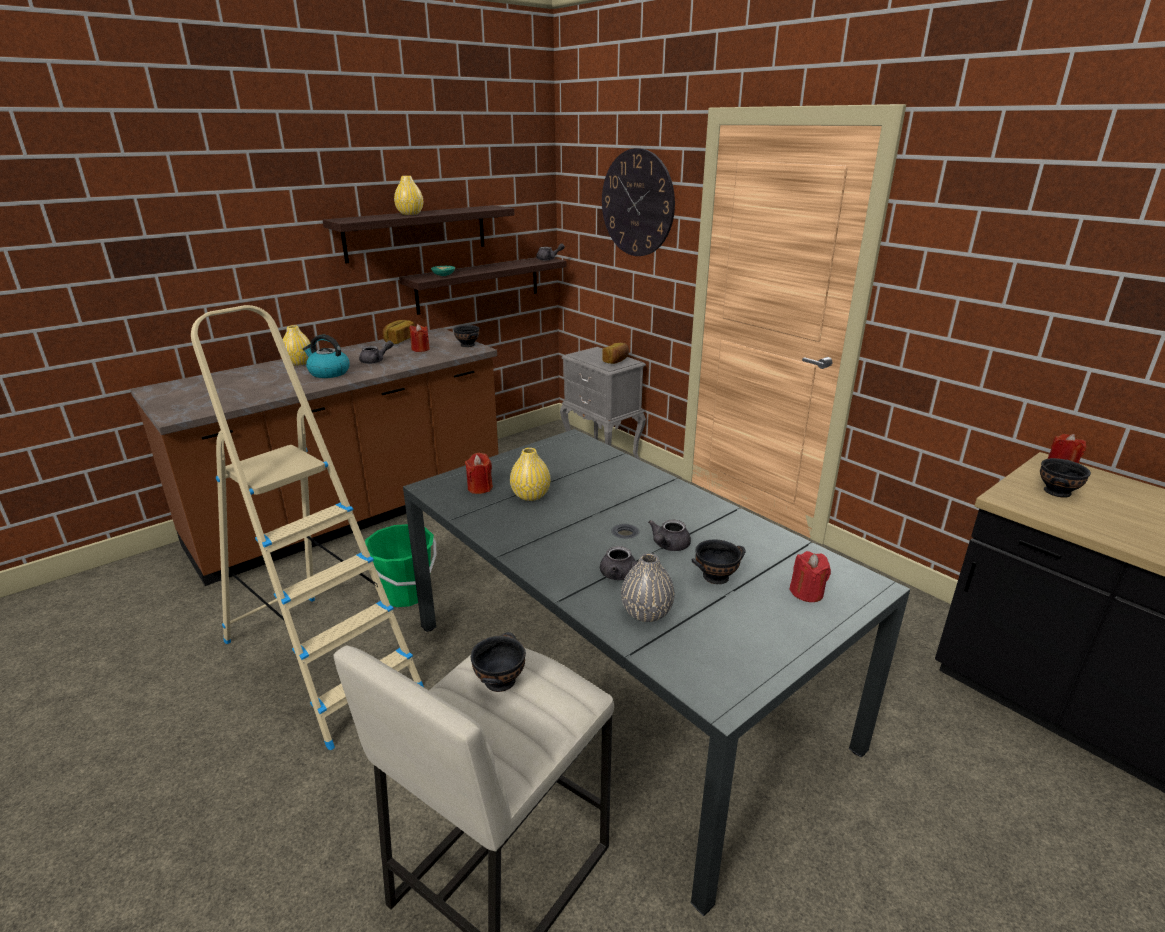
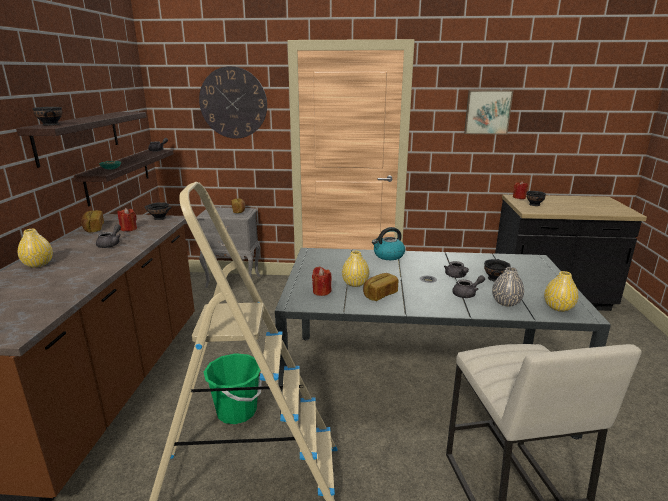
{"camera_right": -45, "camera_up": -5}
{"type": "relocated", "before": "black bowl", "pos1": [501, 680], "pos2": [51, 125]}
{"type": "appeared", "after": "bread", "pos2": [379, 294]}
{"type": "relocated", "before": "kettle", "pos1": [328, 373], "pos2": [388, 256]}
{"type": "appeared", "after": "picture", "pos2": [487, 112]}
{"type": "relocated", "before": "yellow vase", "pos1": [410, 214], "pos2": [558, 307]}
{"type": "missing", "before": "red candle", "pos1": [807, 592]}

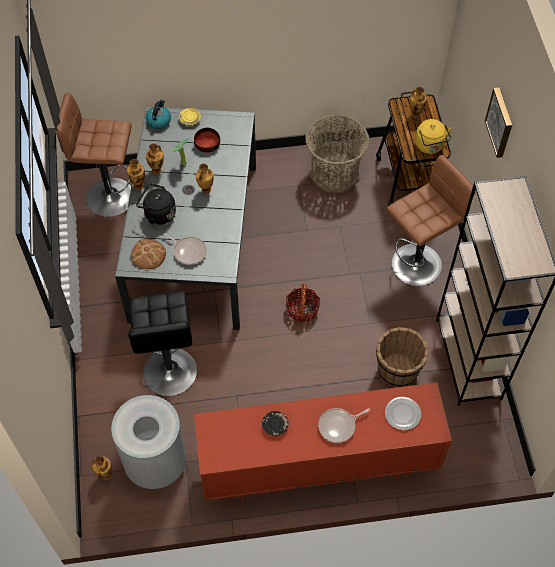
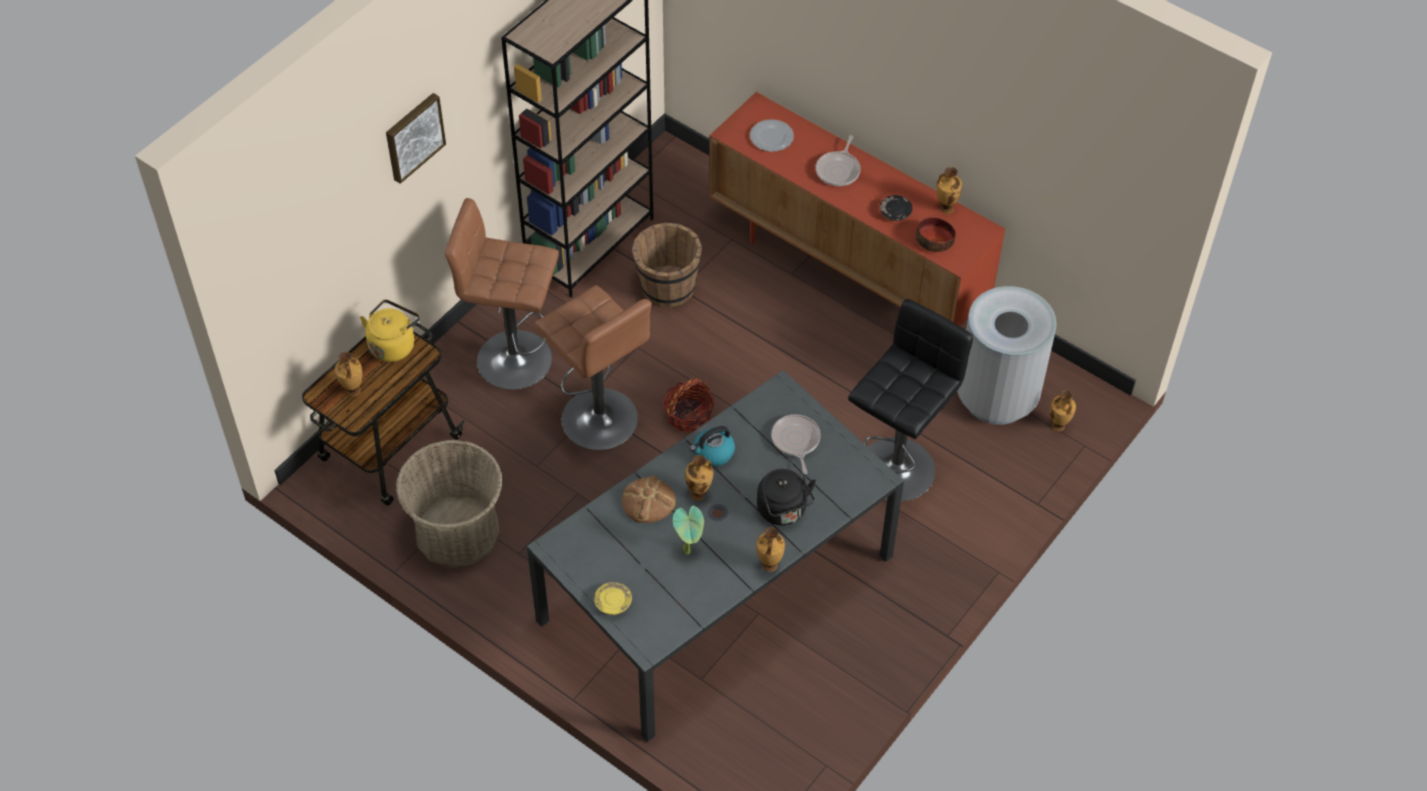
{"camera_right": -135, "camera_up": -5}
{"type": "relocated", "before": "brown stool", "pos1": [109, 196], "pos2": [599, 420]}
{"type": "relocated", "before": "bread", "pos1": [148, 254], "pos2": [648, 501]}
{"type": "relocated", "before": "kettle", "pos1": [159, 120], "pos2": [713, 453]}
{"type": "spun", "before": "frying pan", "pos1": [339, 426], "pos2": [839, 170], "turn": 90}
{"type": "relocated", "before": "bowl", "pos1": [207, 144], "pos2": [935, 241]}
{"type": "relocated", "before": "vase", "pos1": [157, 170], "pos2": [945, 208]}

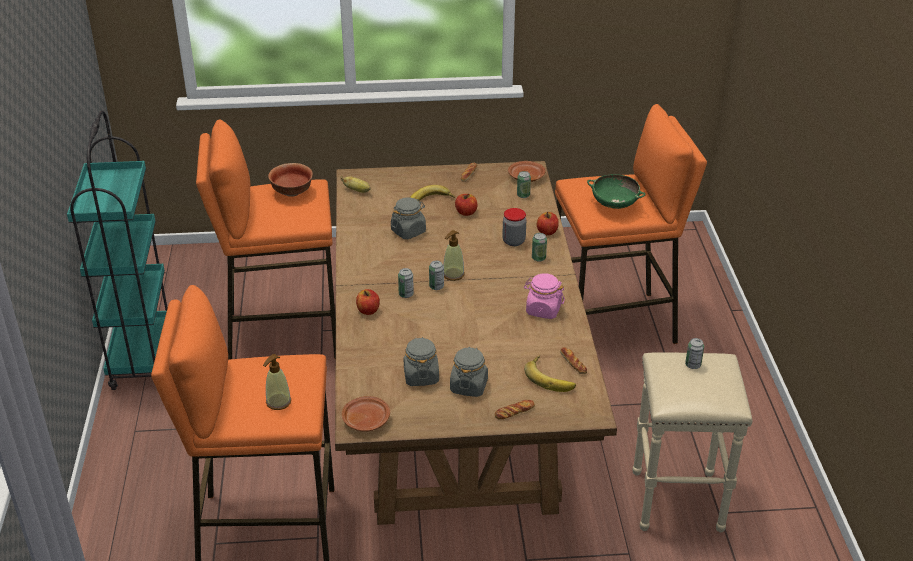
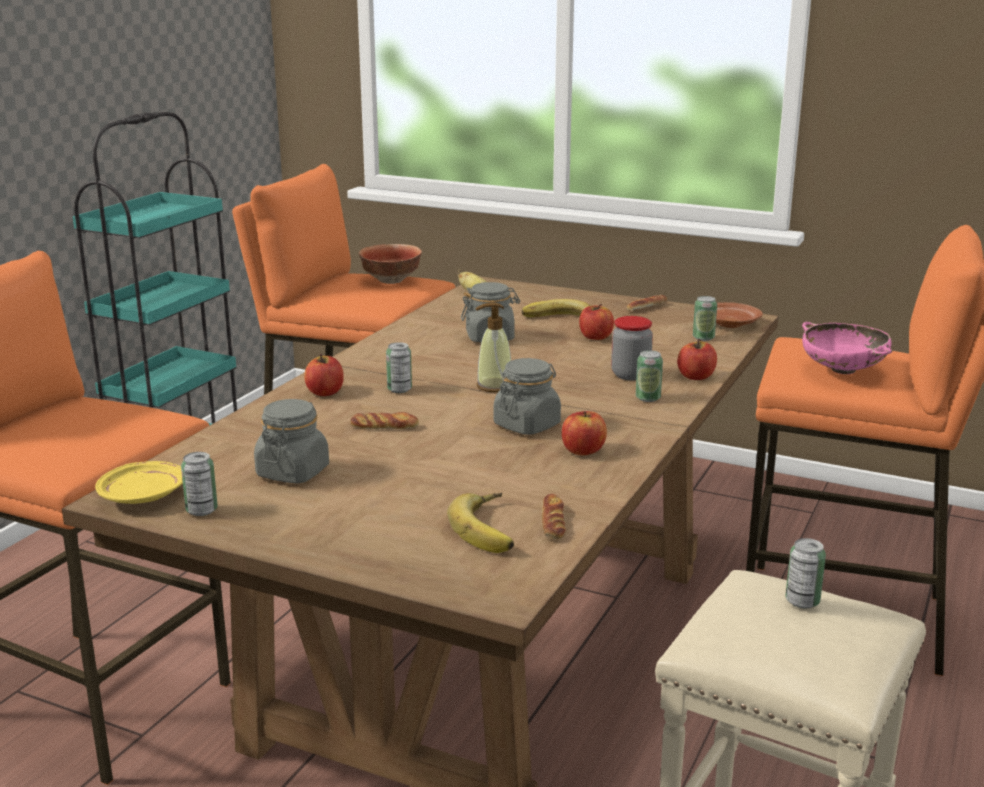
{"camera_right": 30, "camera_up": -15}
{"type": "colour", "before": "brown plate", "after": "yellow plate", "pos1": [366, 420], "pos2": [143, 496]}
{"type": "relocated", "before": "can", "pos1": [436, 286], "pos2": [202, 510]}
{"type": "relocated", "before": "bread", "pos1": [514, 412], "pos2": [384, 426]}
{"type": "relocated", "before": "grey jar", "pos1": [468, 386], "pos2": [527, 425]}
{"type": "exchanged", "before": "pink jar", "after": "apple", "pos1": [543, 310], "pos2": [583, 451]}
{"type": "colour", "before": "green bowl", "after": "pink bowl", "pos1": [614, 204], "pos2": [842, 370]}
{"type": "missing", "before": "soap dispenser", "pos1": [278, 402]}

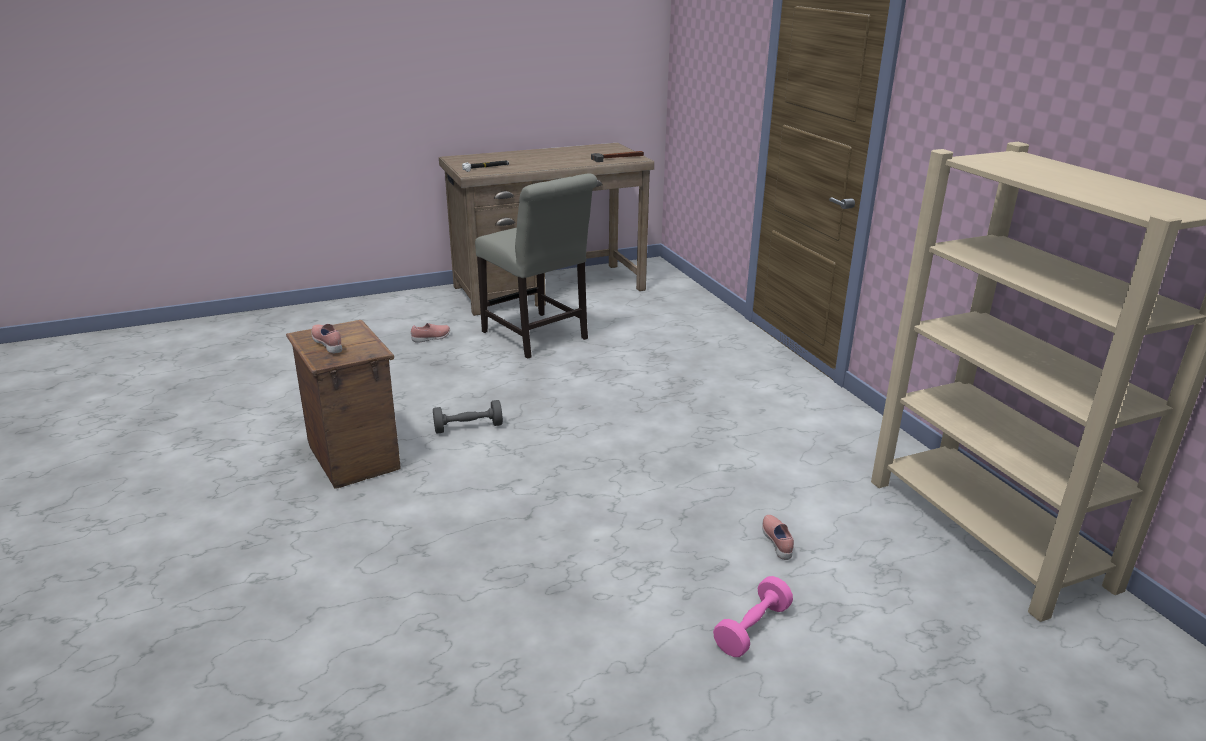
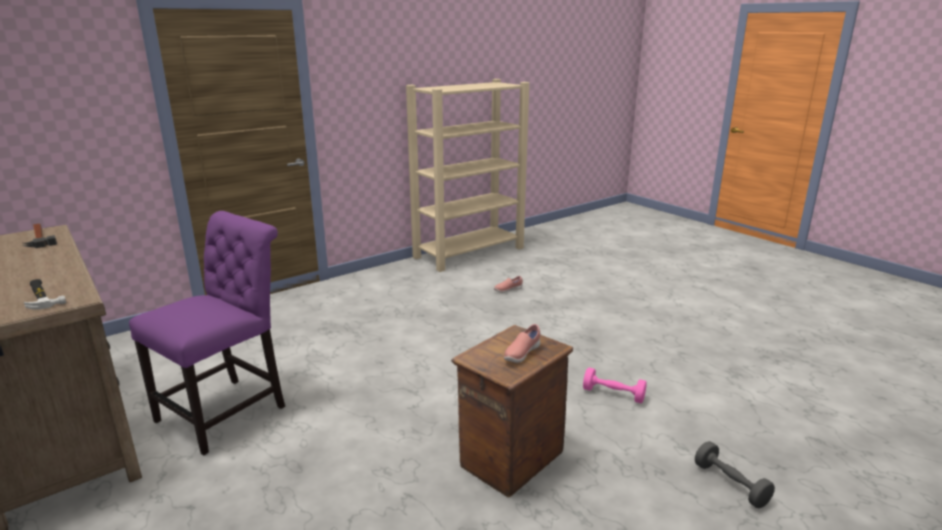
{"camera_right": -105, "camera_up": -5}
{"type": "colour", "before": "grey chair", "after": "purple chair", "pos1": [538, 338], "pos2": [229, 411]}
{"type": "relocated", "before": "pink dumbbell", "pos1": [752, 629], "pos2": [613, 394]}
{"type": "relocated", "before": "grey dumbbell", "pos1": [468, 427], "pos2": [730, 484]}
{"type": "missing", "before": "pink shoe", "pos1": [431, 338]}

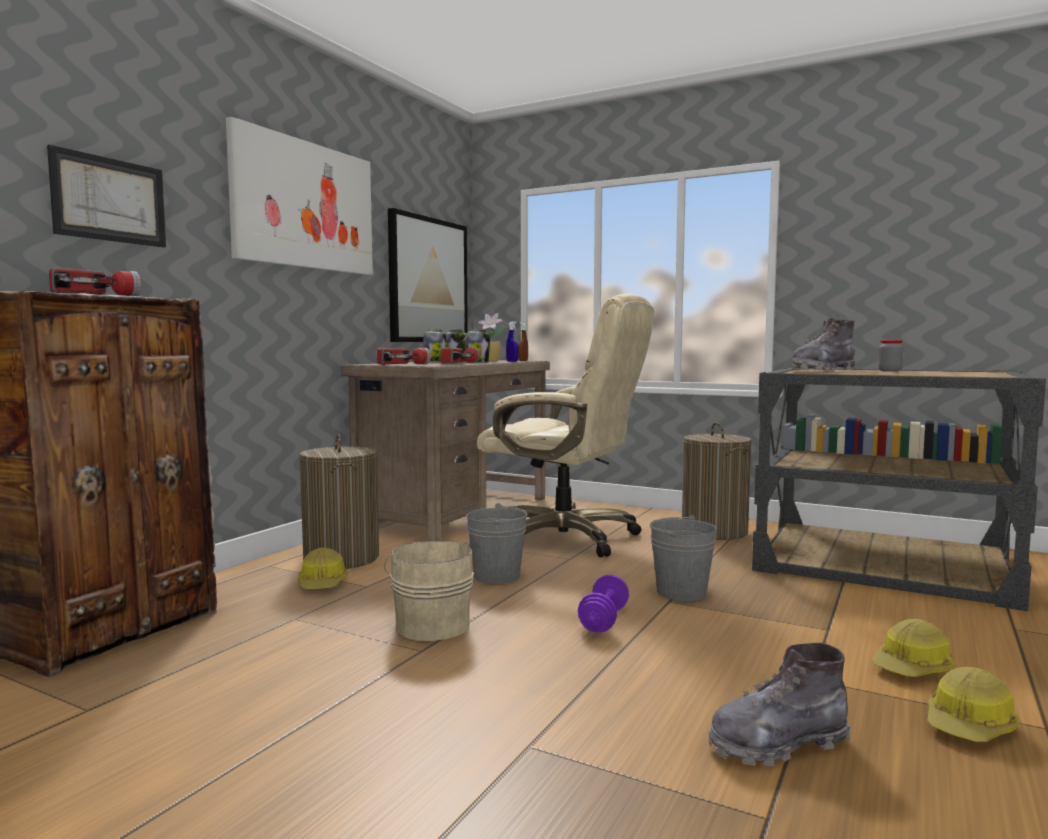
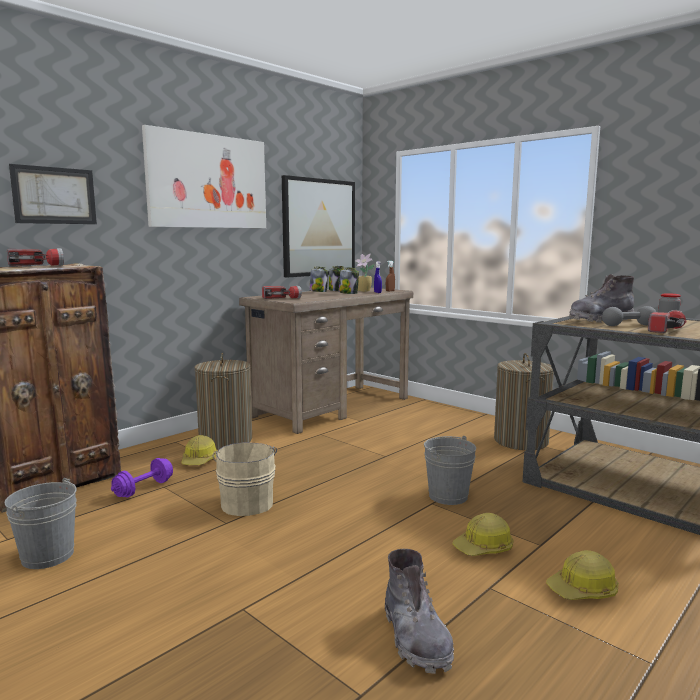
{"camera_right": 15, "camera_up": 5}
{"type": "relocated", "before": "grey bucket", "pos1": [497, 576], "pos2": [47, 556]}
{"type": "relocated", "before": "purple dumbbell", "pos1": [603, 620], "pos2": [144, 489]}
{"type": "spun", "before": "grey boot", "pos1": [777, 744], "pos2": [416, 638], "turn": -105}
{"type": "relocated", "before": "hard hat", "pos1": [970, 725], "pos2": [484, 547]}
{"type": "appeared", "after": "grey dumbbell", "pos2": [628, 325]}
{"type": "relocated", "before": "flashlight", "pos1": [460, 363], "pos2": [667, 330]}
{"type": "missing", "before": "beige office chair", "pos1": [563, 537]}

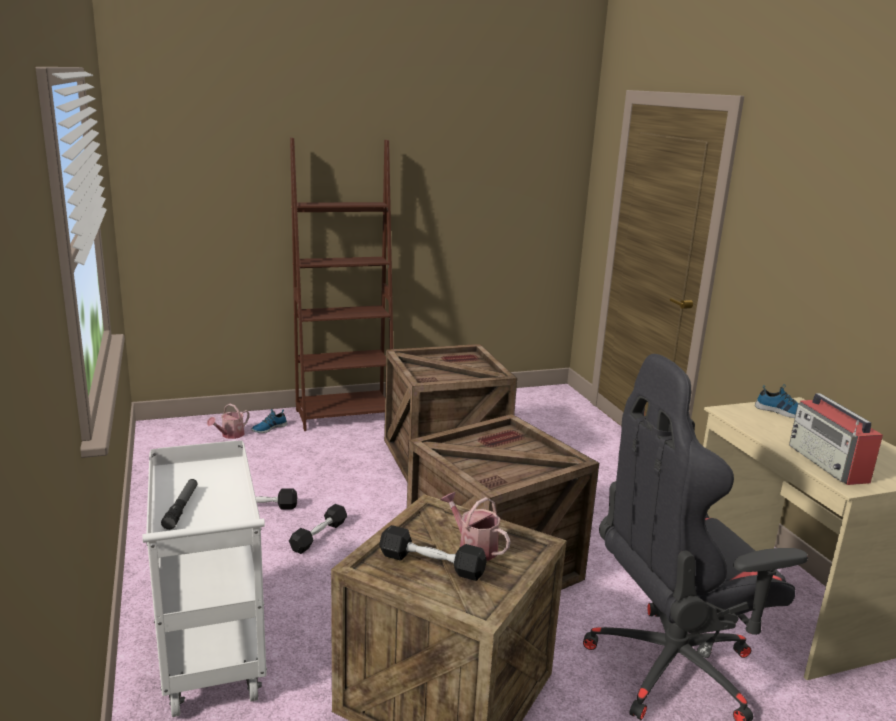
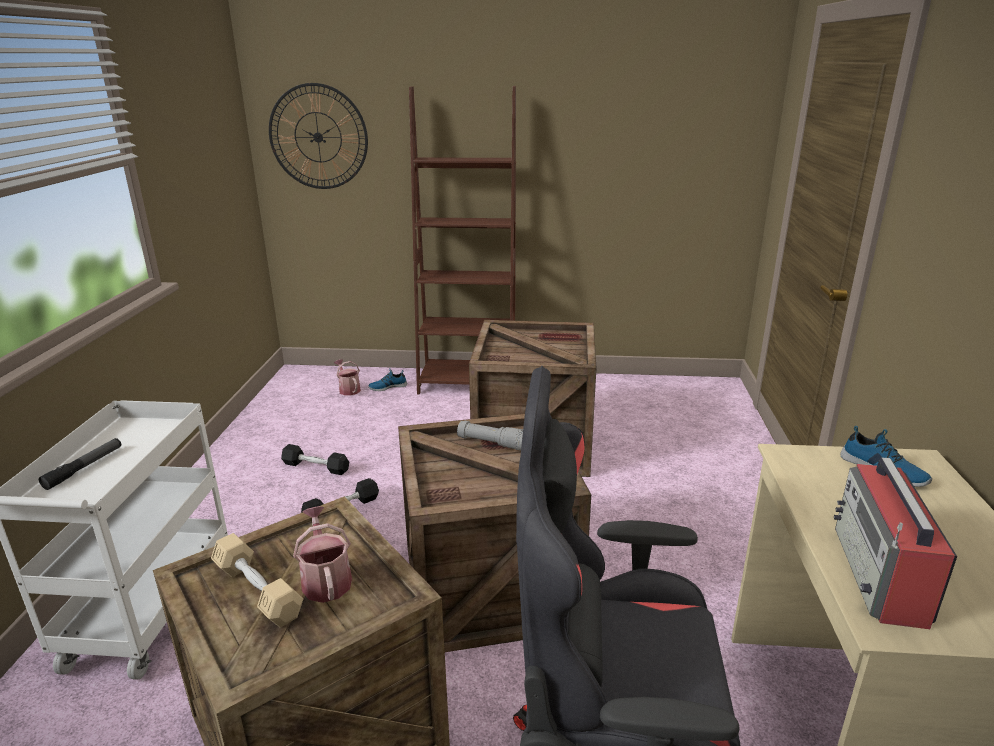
{"camera_right": 25, "camera_up": 5}
{"type": "colour", "before": "black dumbbell", "after": "beige dumbbell", "pos1": [432, 564], "pos2": [257, 591]}
{"type": "appeared", "after": "wall clock", "pos2": [318, 137]}
{"type": "spun", "before": "watering can", "pos1": [230, 435], "pos2": [348, 389], "turn": 90}
{"type": "appeared", "after": "grey flashlight", "pos2": [493, 443]}

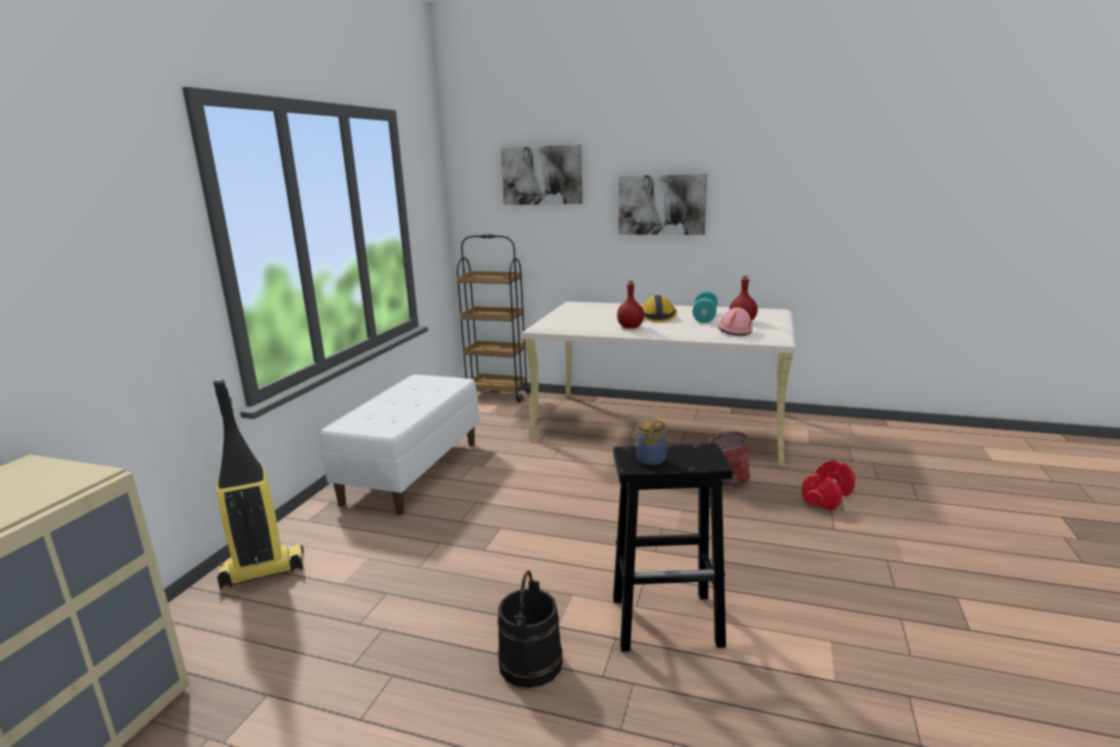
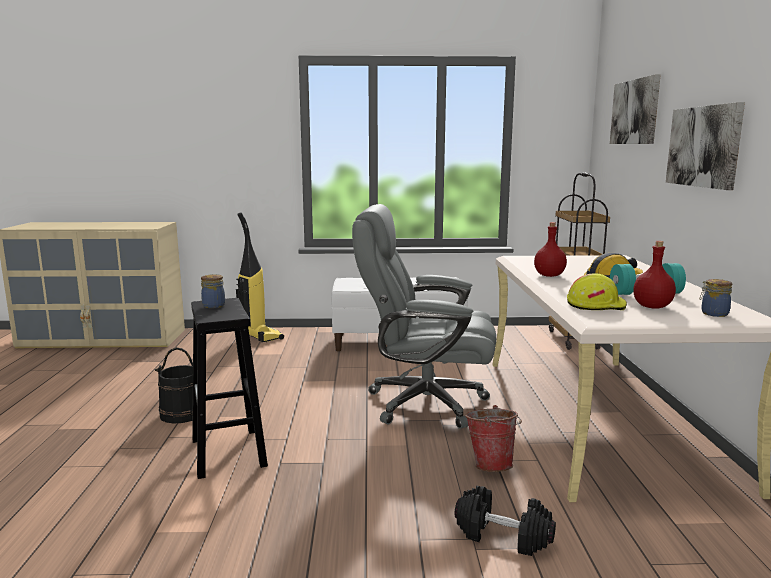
{"camera_right": 70, "camera_up": -5}
{"type": "appeared", "after": "grey office chair", "pos2": [426, 403]}
{"type": "colour", "before": "red dumbbell", "after": "black dumbbell", "pos1": [827, 497], "pos2": [503, 536]}
{"type": "colour", "before": "pink hard hat", "after": "yellow hard hat", "pos1": [734, 331], "pos2": [595, 305]}
{"type": "appeared", "after": "jar", "pos2": [713, 313]}

